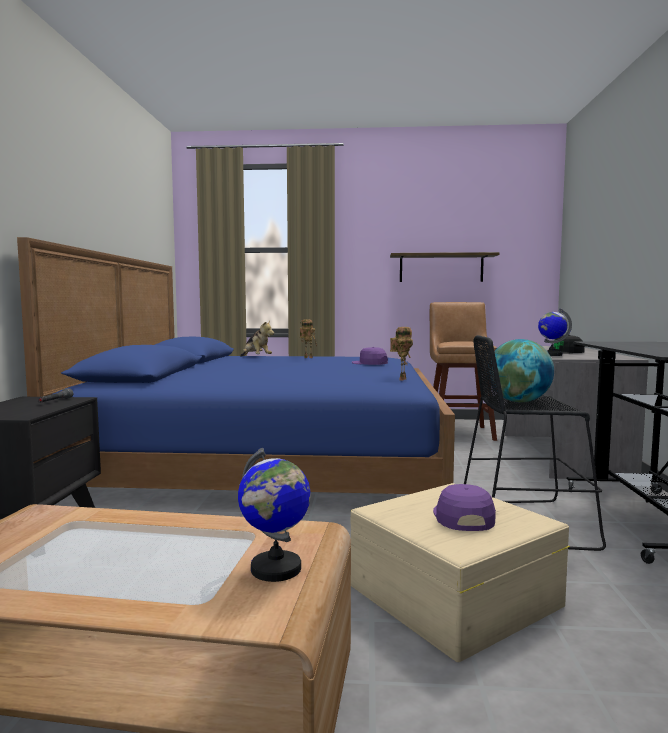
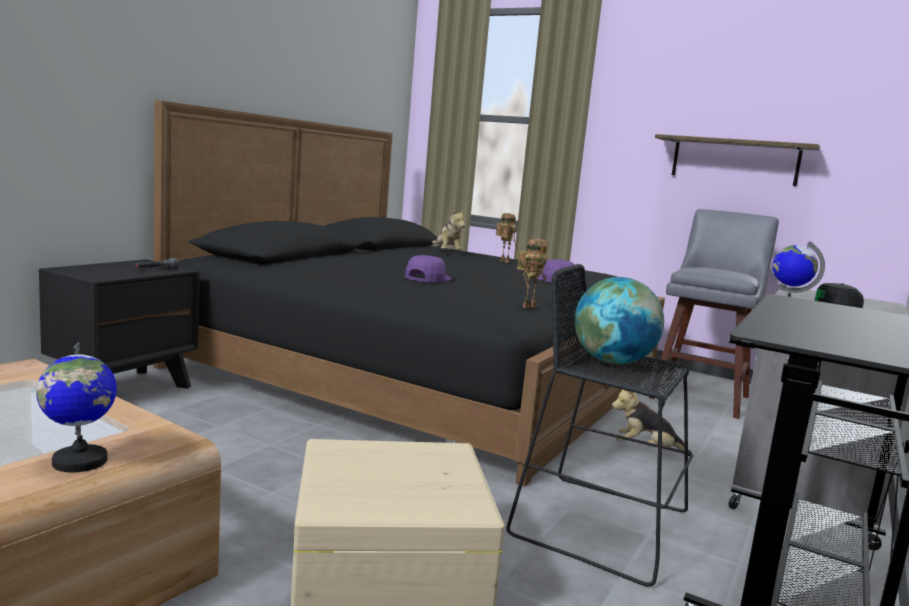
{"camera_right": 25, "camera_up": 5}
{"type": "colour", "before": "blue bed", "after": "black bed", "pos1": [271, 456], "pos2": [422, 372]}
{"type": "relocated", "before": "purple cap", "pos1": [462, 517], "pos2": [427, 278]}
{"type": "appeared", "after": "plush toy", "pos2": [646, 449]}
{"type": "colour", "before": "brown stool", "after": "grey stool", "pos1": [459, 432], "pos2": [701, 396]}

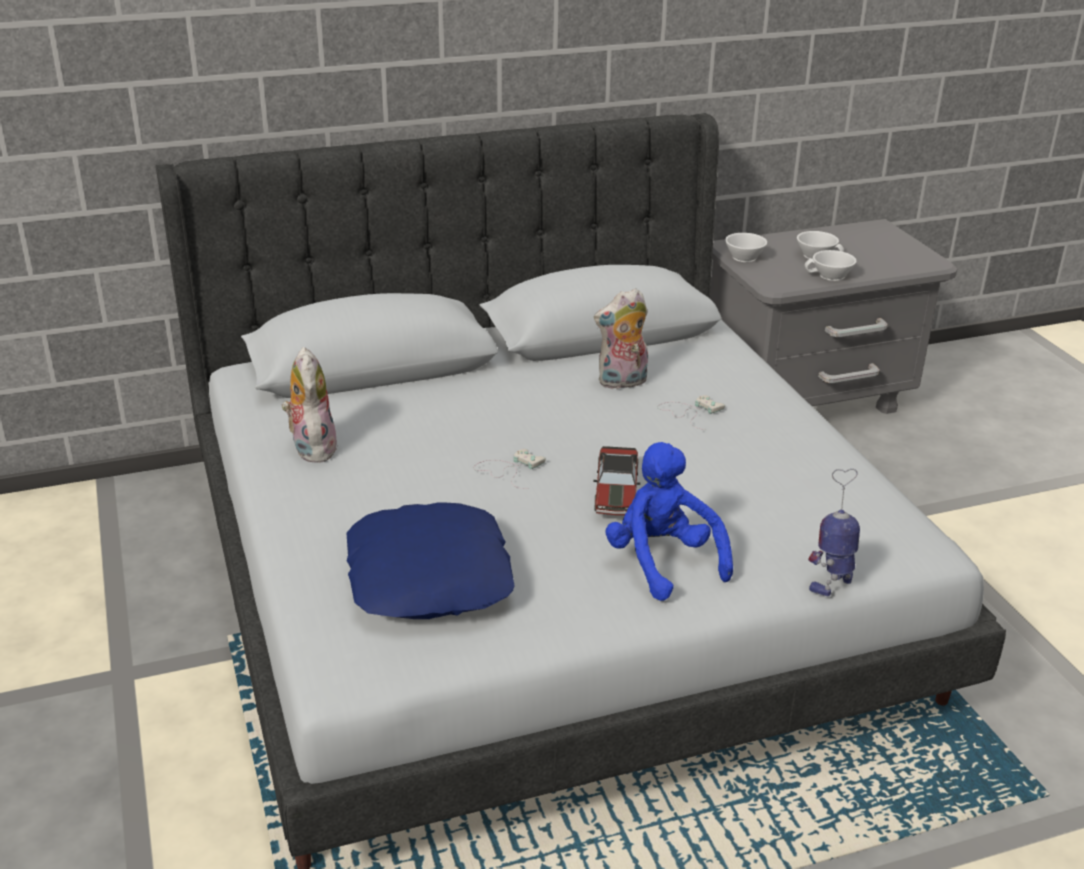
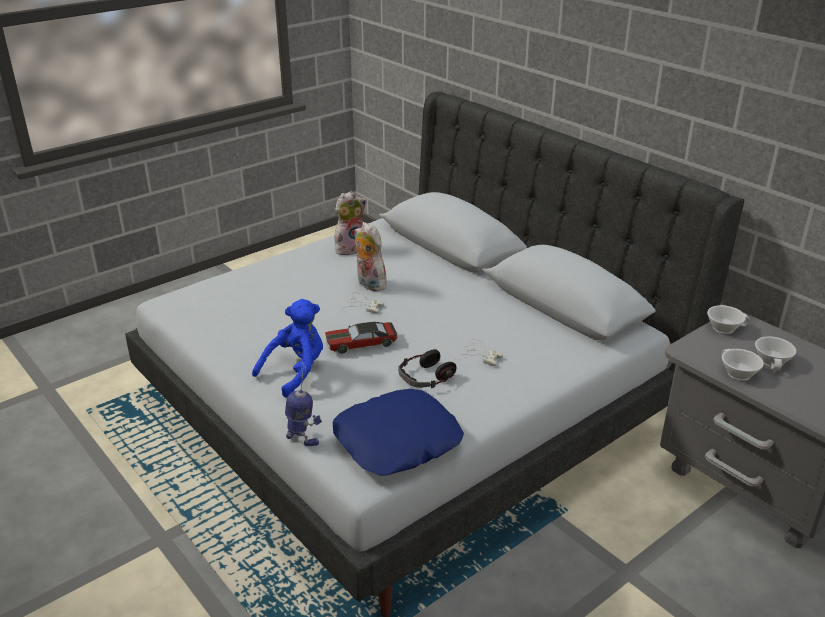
{"camera_right": 70, "camera_up": 0}
{"type": "relocated", "before": "blue pillow", "pos1": [430, 576], "pos2": [398, 442]}
{"type": "relocated", "before": "plush toy", "pos1": [622, 382], "pos2": [369, 284]}
{"type": "appeared", "after": "headphones", "pos2": [426, 377]}

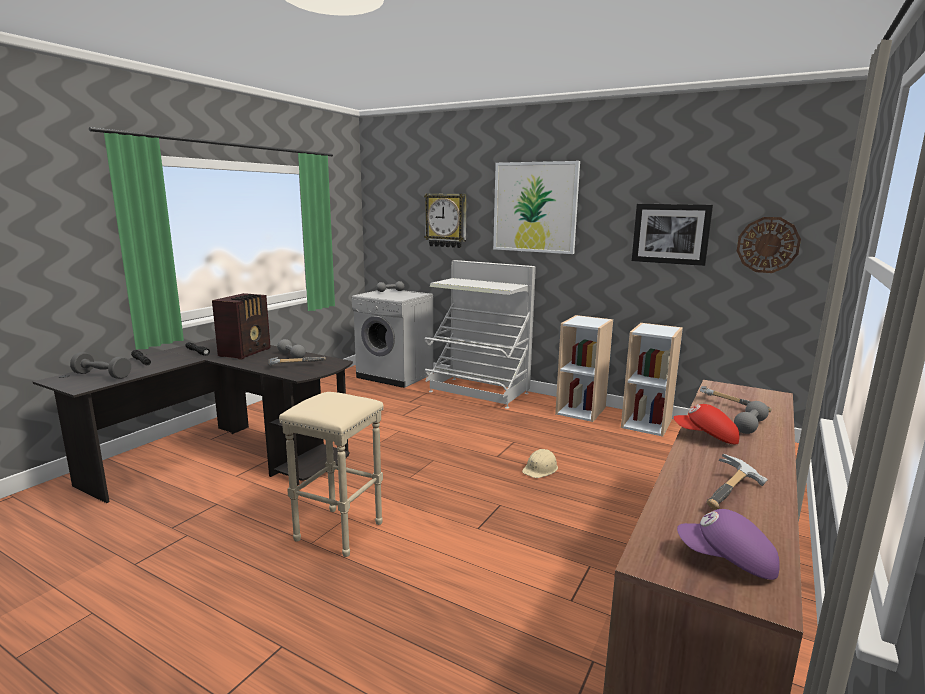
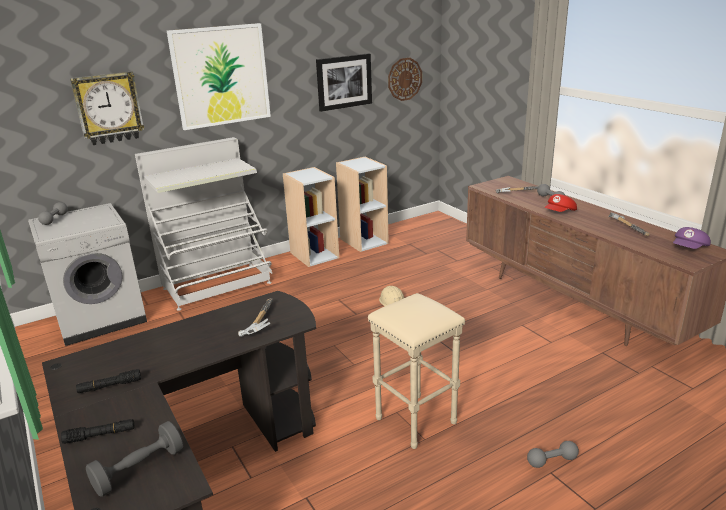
{"camera_right": -60, "camera_up": 10}
{"type": "relocated", "before": "grey dumbbell", "pos1": [291, 356], "pos2": [552, 461]}
{"type": "missing", "before": "radio", "pos1": [246, 352]}

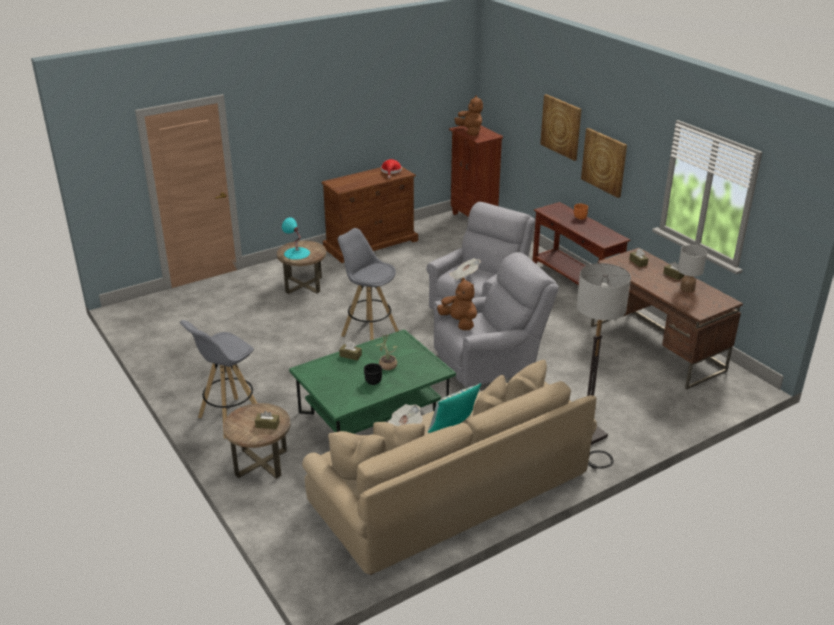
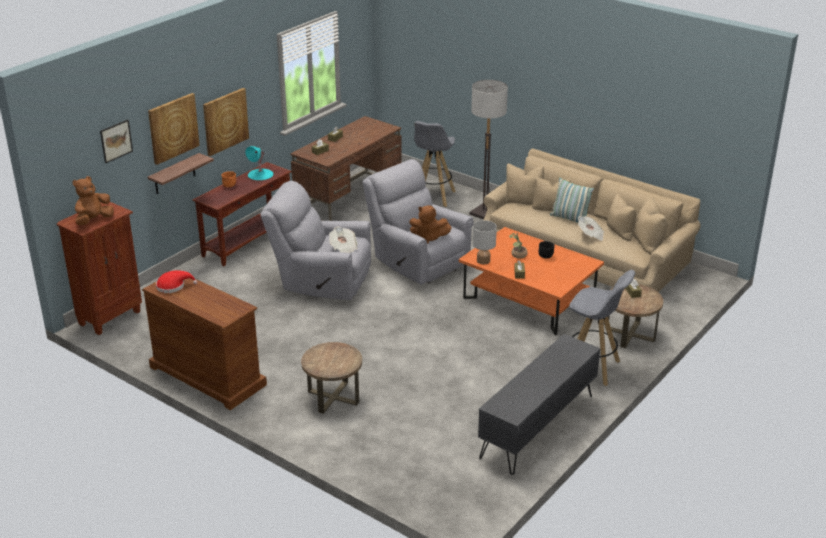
{"camera_right": -110, "camera_up": 0}
{"type": "appeared", "after": "picture", "pos2": [116, 141]}
{"type": "appeared", "after": "shelf", "pos2": [174, 174]}
{"type": "relocated", "before": "turquoise table lamp", "pos1": [297, 253], "pos2": [260, 174]}
{"type": "spun", "before": "brown plush toy", "pos1": [459, 322], "pos2": [428, 237], "turn": -105}
{"type": "relocated", "before": "grey stool", "pos1": [369, 333], "pos2": [432, 197]}
{"type": "colour", "before": "green coffee table", "after": "orange coffee table", "pos1": [373, 413], "pos2": [528, 300]}
{"type": "relocated", "before": "grey table lamp", "pos1": [687, 289], "pos2": [483, 261]}
{"type": "appeared", "after": "grey tv stand", "pos2": [537, 427]}

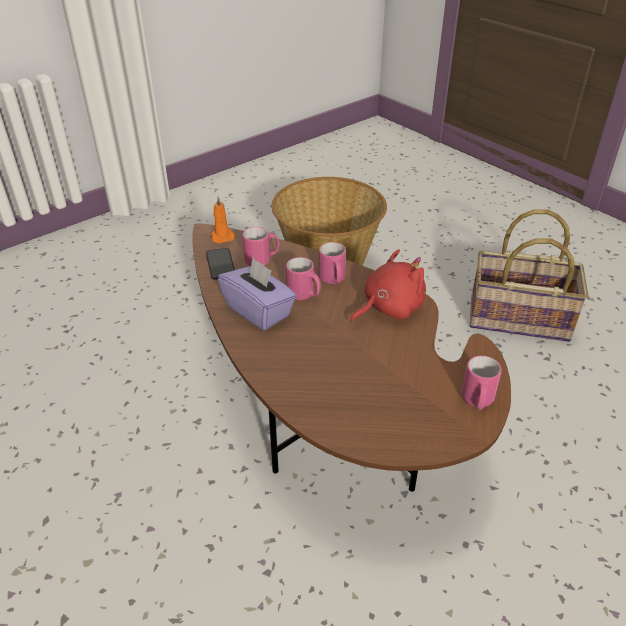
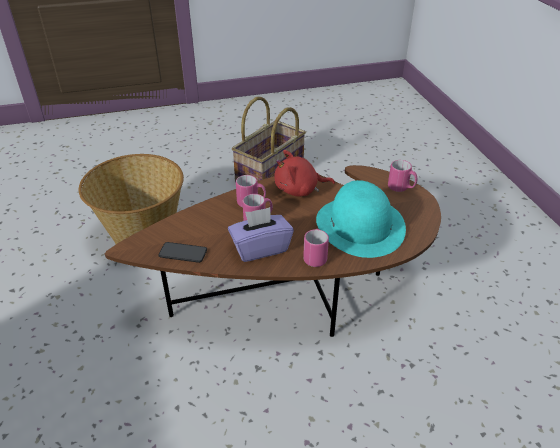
{"camera_right": -65, "camera_up": 0}
{"type": "spun", "before": "red plush toy", "pos1": [389, 308], "pos2": [299, 190], "turn": -90}
{"type": "relocated", "before": "pink mug", "pos1": [262, 260], "pos2": [315, 256]}
{"type": "appeared", "after": "turquoise hat", "pos2": [360, 225]}
{"type": "missing", "before": "orange candle", "pos1": [222, 236]}

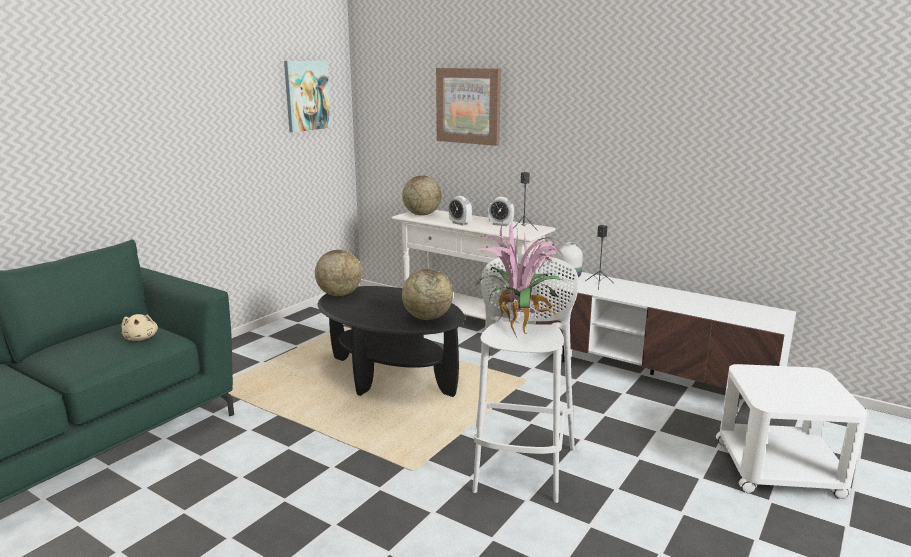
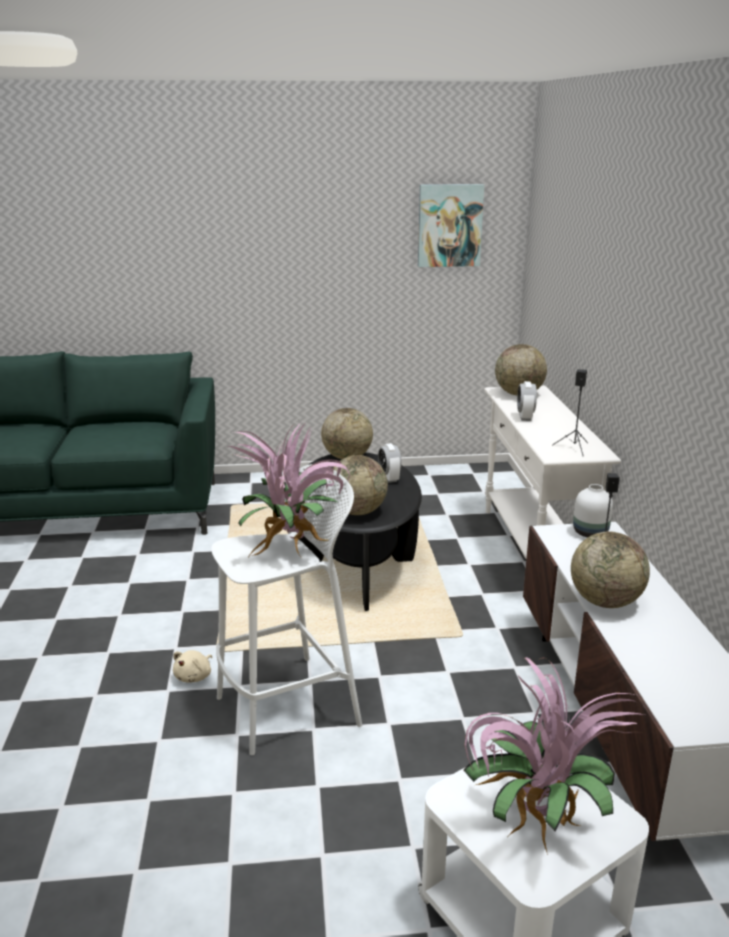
{"camera_right": 50, "camera_up": 5}
{"type": "relocated", "before": "beige plush toy", "pos1": [141, 338], "pos2": [194, 676]}
{"type": "relocated", "before": "alarm clock", "pos1": [500, 224], "pos2": [389, 478]}
{"type": "appeared", "after": "potted plant", "pos2": [535, 822]}
{"type": "appeared", "after": "globe", "pos2": [605, 601]}
{"type": "missing", "before": "picture", "pos1": [468, 106]}

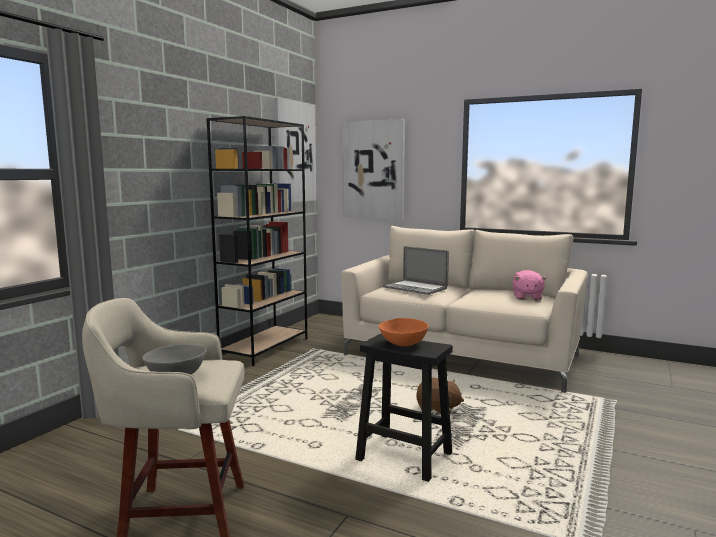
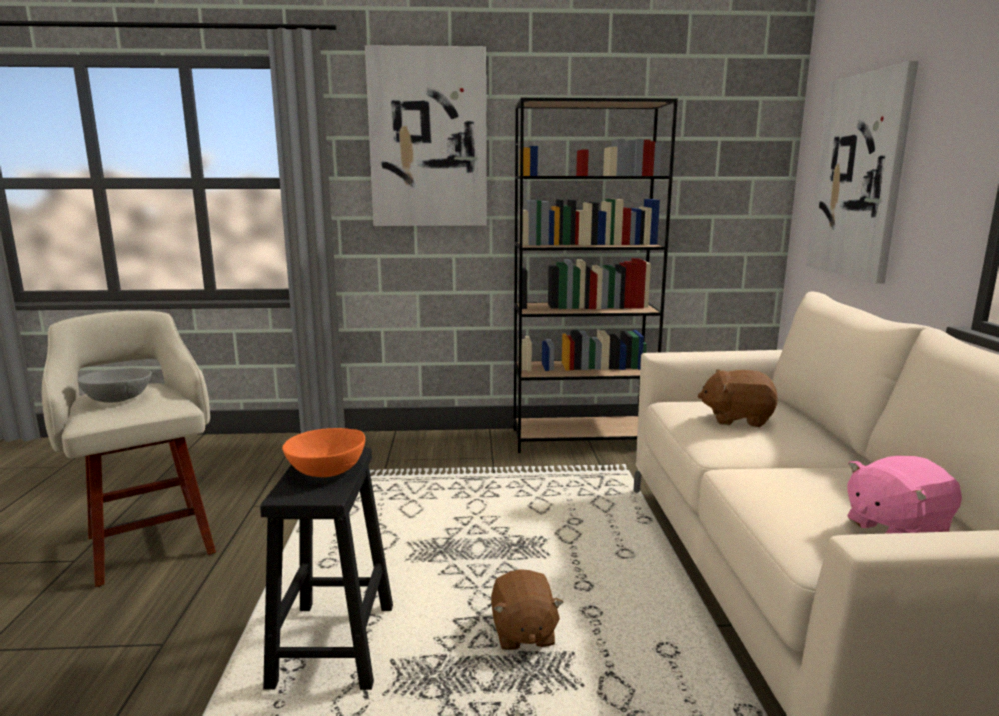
{"camera_right": 60, "camera_up": 5}
{"type": "relocated", "before": "picture", "pos1": [294, 152], "pos2": [428, 139]}
{"type": "exchanged", "before": "laptop", "after": "brown plush toy", "pos1": [415, 288], "pos2": [737, 419]}

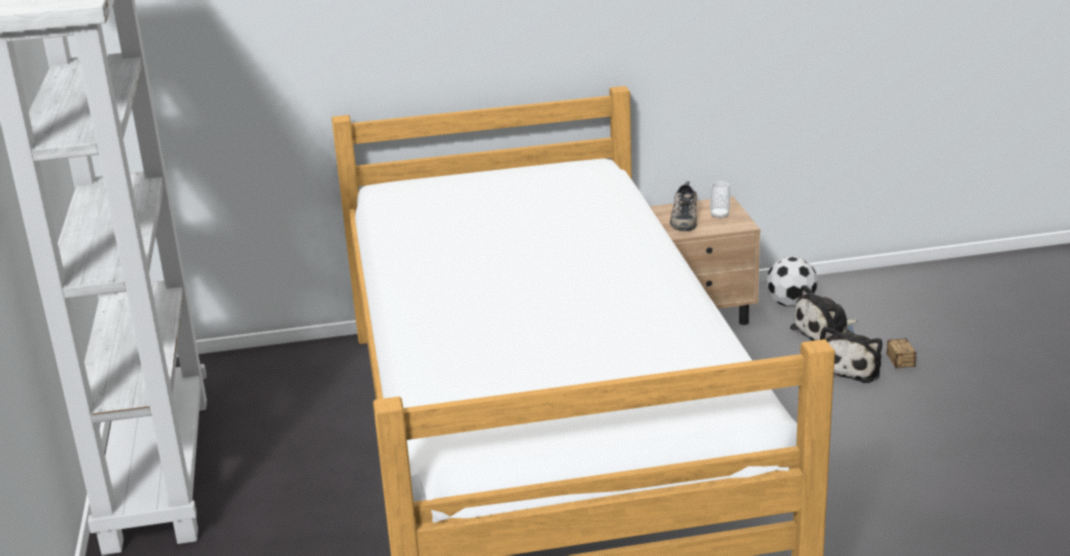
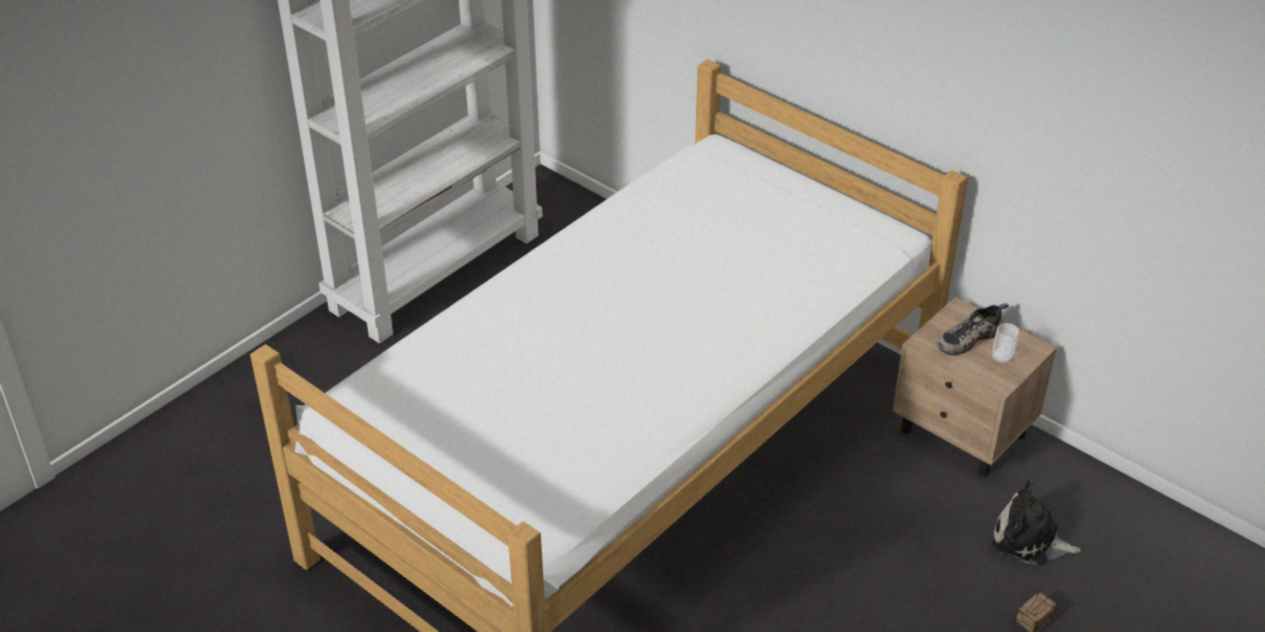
{"camera_right": 50, "camera_up": 15}
{"type": "missing", "before": "football", "pos1": [791, 303]}
{"type": "missing", "before": "plush toy", "pos1": [850, 368]}

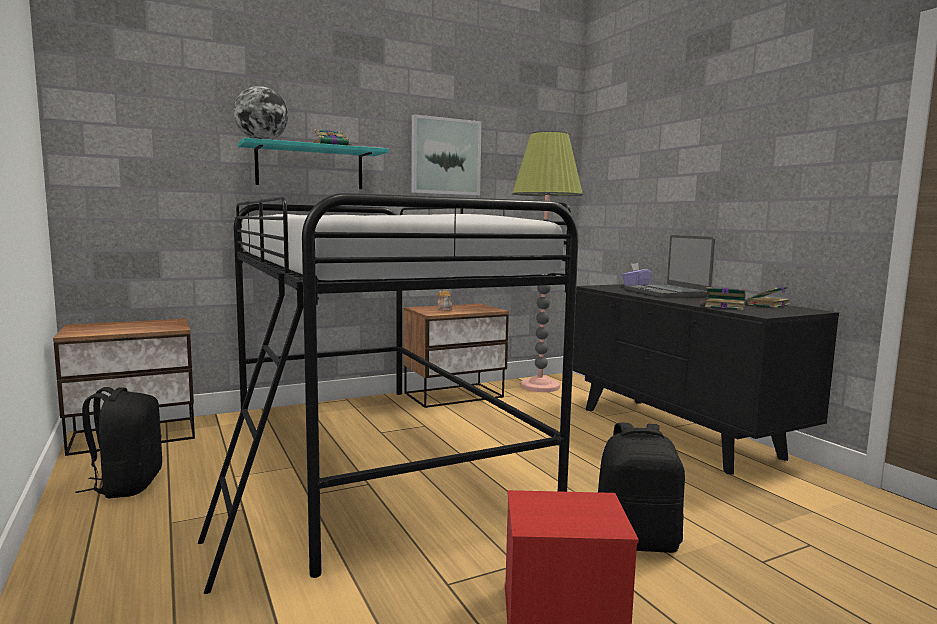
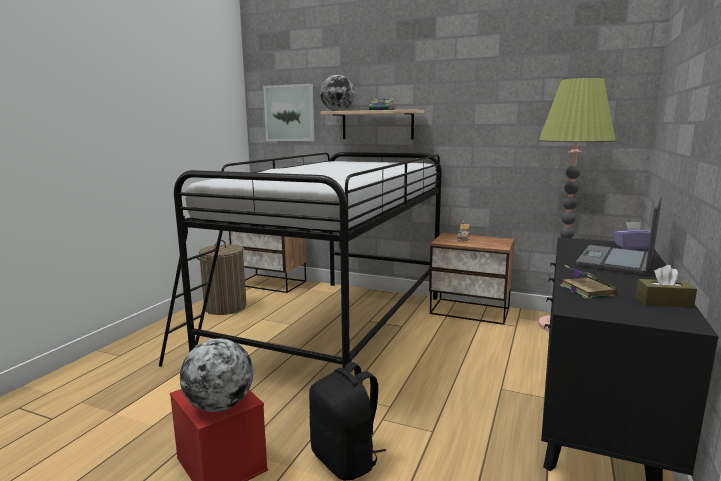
{"camera_right": 50, "camera_up": 5}
{"type": "appeared", "after": "globe", "pos2": [220, 405]}
{"type": "exchanged", "before": "black backpack", "after": "laundry basket", "pos1": [127, 485], "pos2": [225, 307]}
{"type": "relocated", "before": "picture", "pos1": [445, 156], "pos2": [289, 113]}
{"type": "colour", "before": "turquoise shelf", "after": "beige shelf", "pos1": [310, 167], "pos2": [377, 125]}
{"type": "exchanged", "before": "book", "after": "brown tissue box", "pos1": [768, 305], "pos2": [663, 302]}

